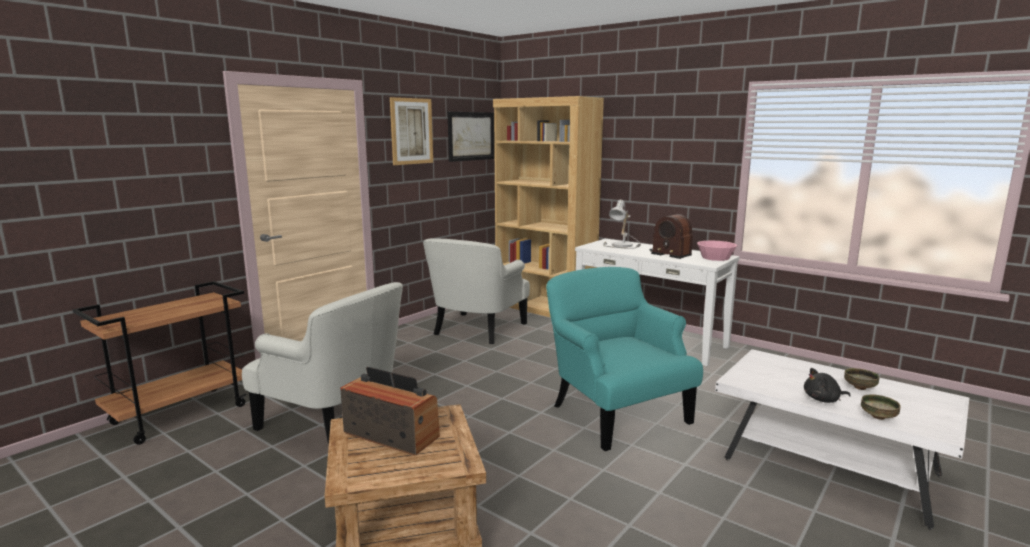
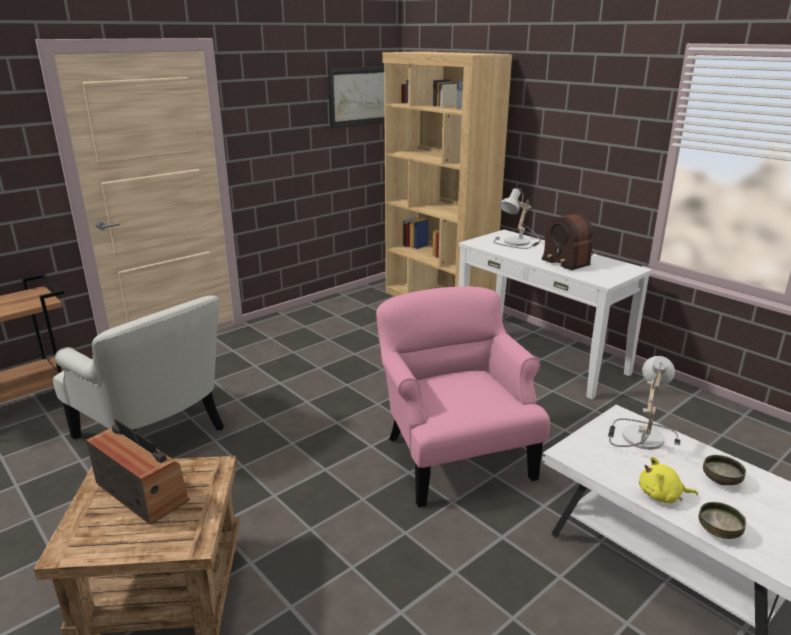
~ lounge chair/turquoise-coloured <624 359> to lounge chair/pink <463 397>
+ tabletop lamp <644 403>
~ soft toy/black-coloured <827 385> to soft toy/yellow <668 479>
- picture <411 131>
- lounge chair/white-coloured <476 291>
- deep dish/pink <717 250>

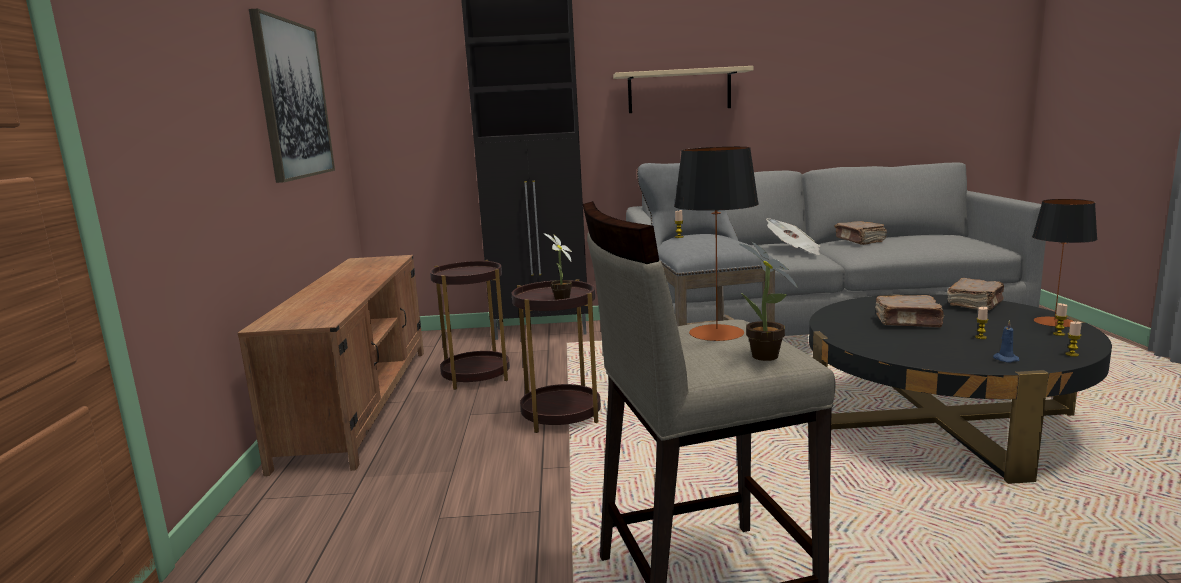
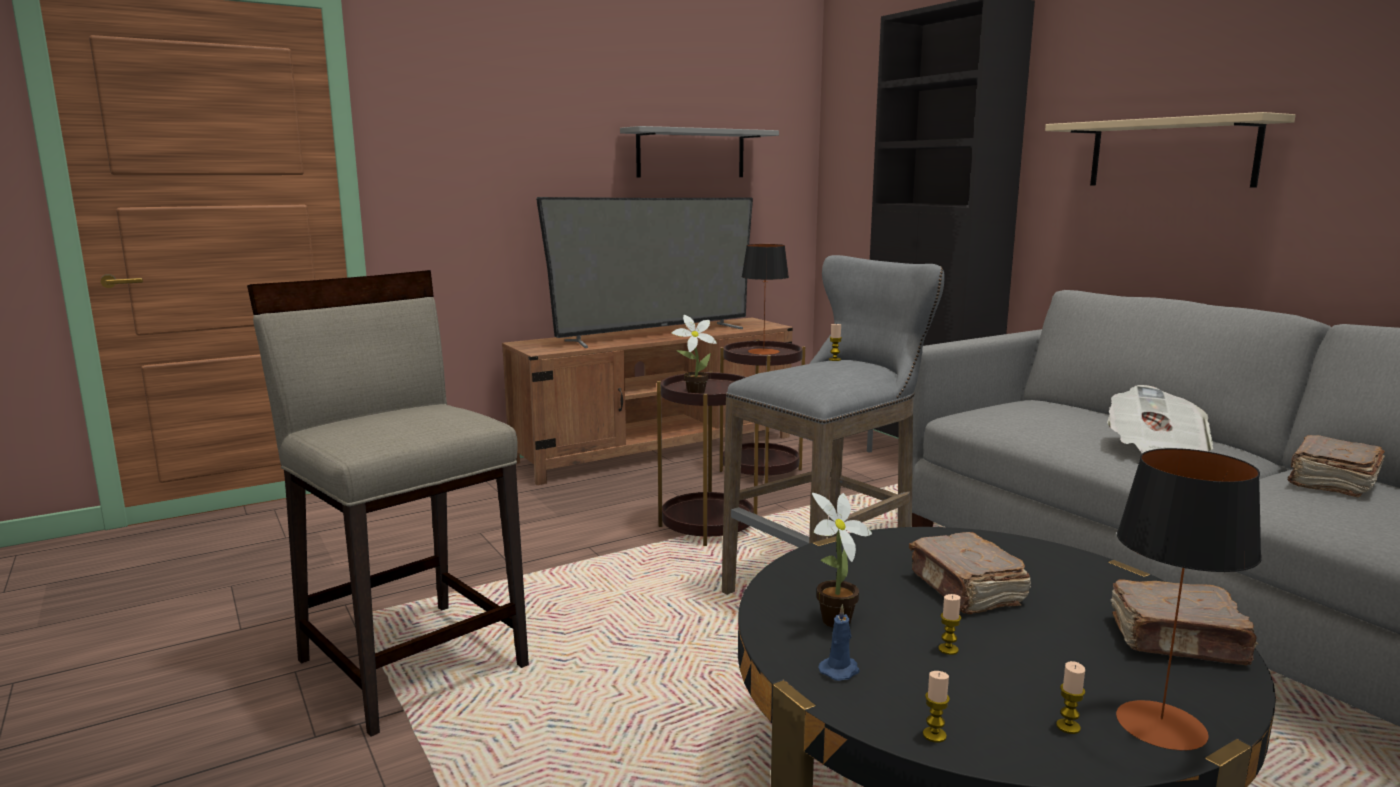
+ television <644 272>
~ picture <292 96> to bracket shelf/greyish <699 152>
~ tabletop lamp <716 243> to <765 299>
~ potted plant <768 301> to <842 560>

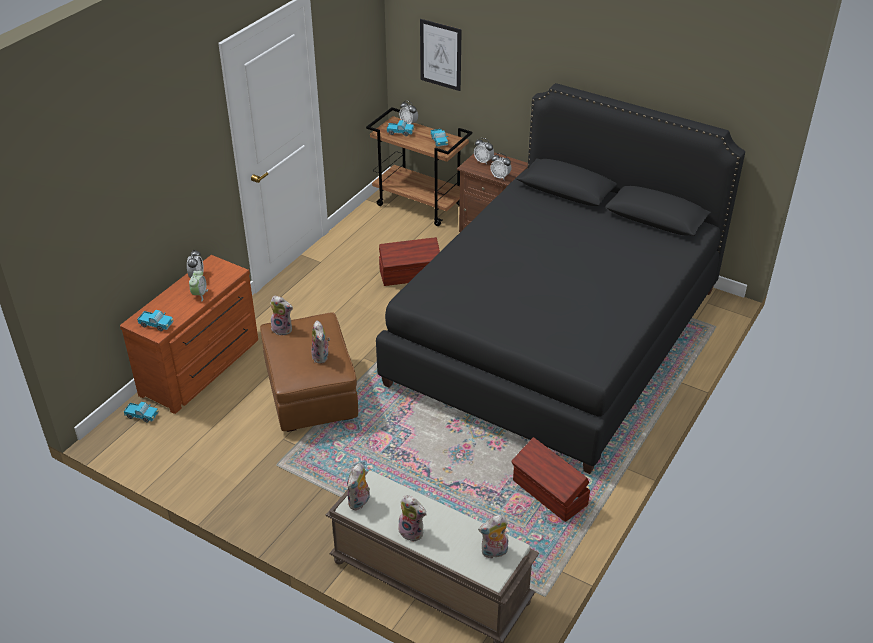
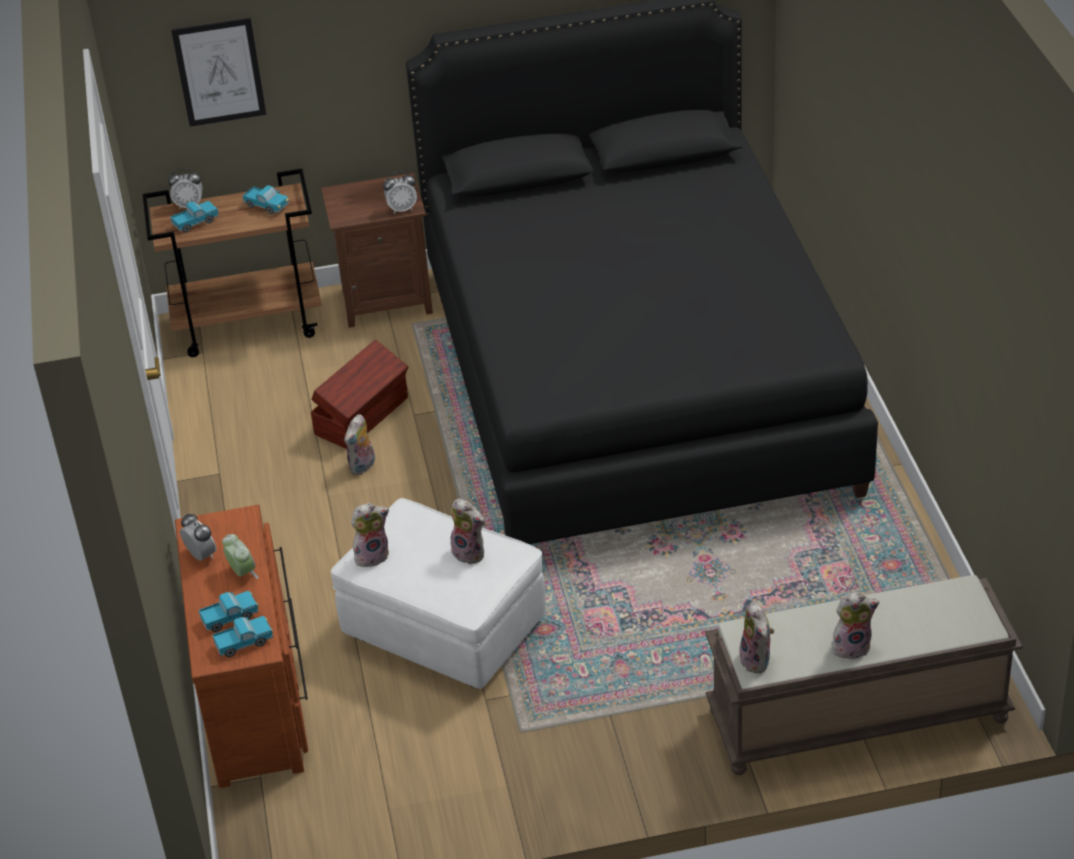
~ toy lorry <141 412> to <229 611>
~ pouffe/brown-coloured <309 372> to pouffe/white-coloured <438 593>
~ soft toy <493 537> to <359 444>
- bedside clock <484 151>
- storage container/brown-coloured <550 479>

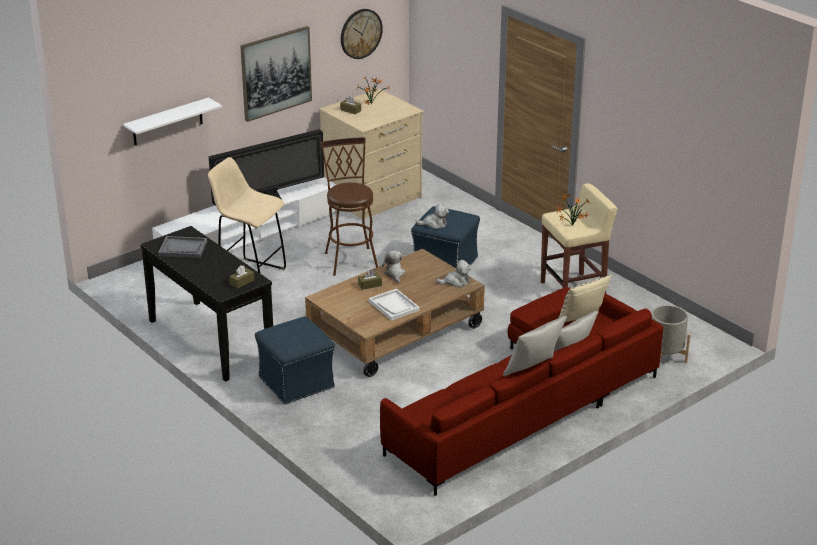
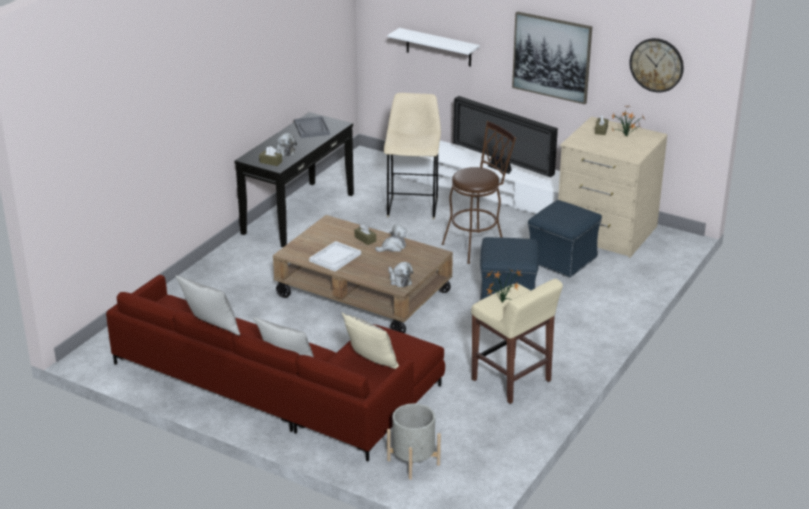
~ soft toy <432 216> to <286 144>
~ pouffe/blue-coloured <295 360> to <565 239>

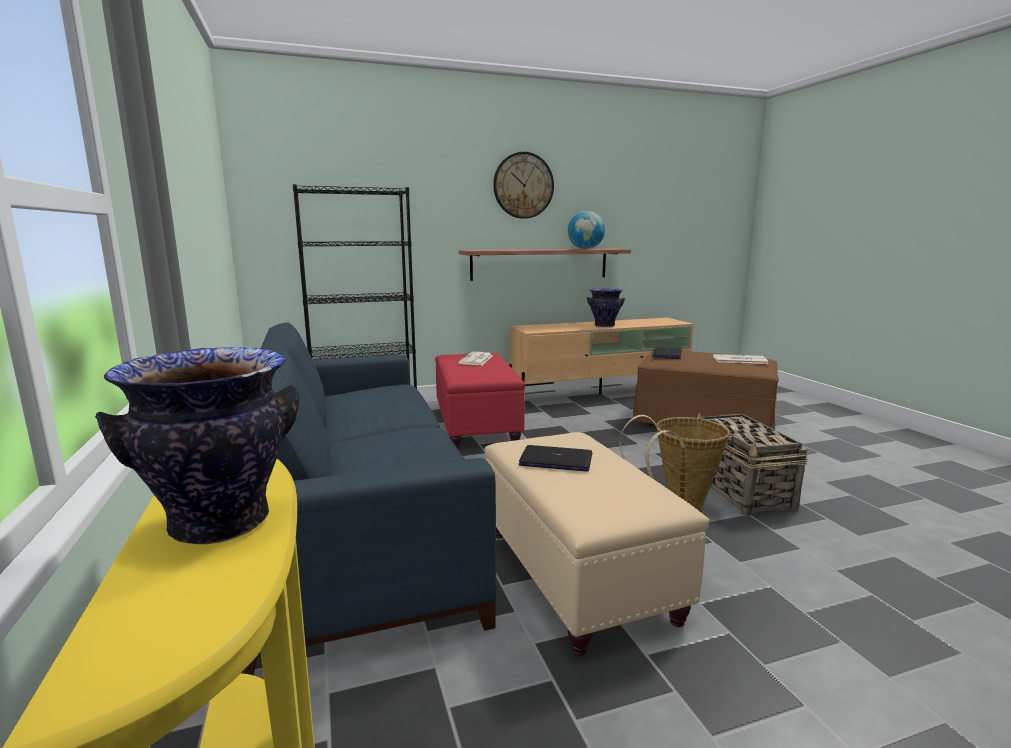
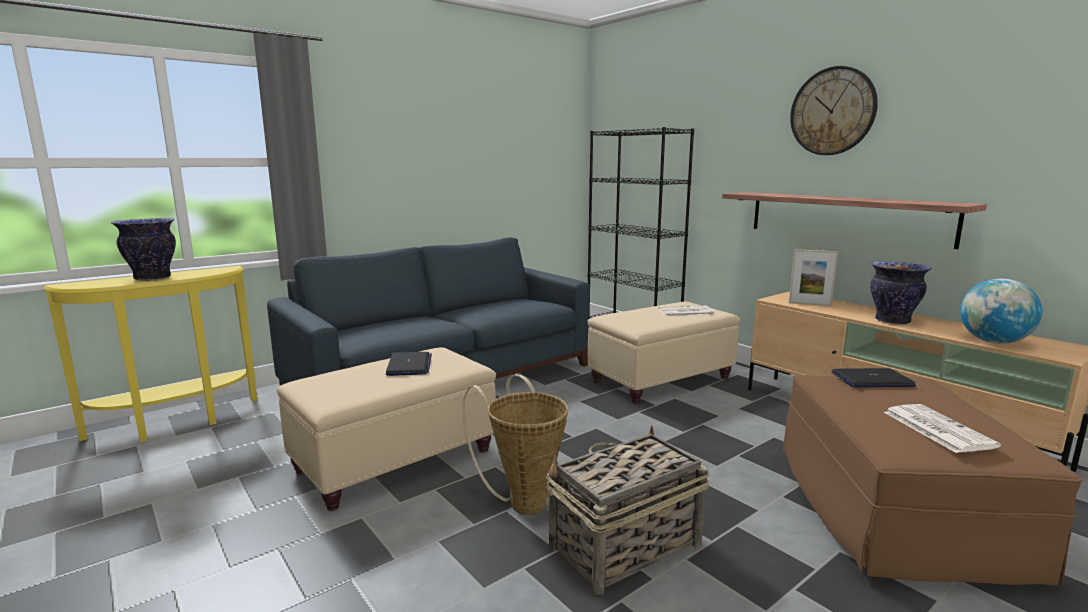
~ pouffe/red <480 401> to pouffe/beige-coloured <664 353>
+ photo frame <813 277>
~ desk globe <586 230> to <1001 311>

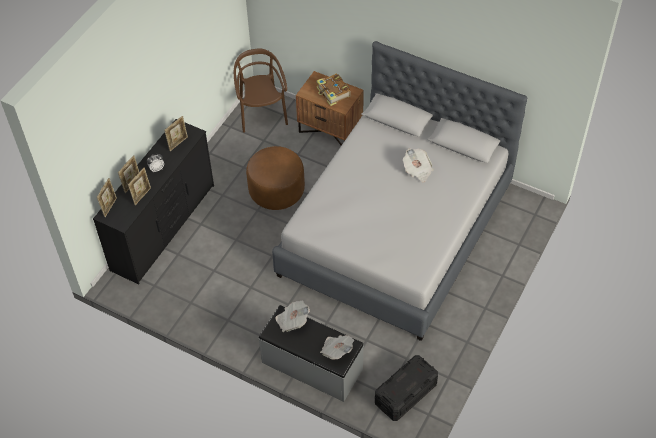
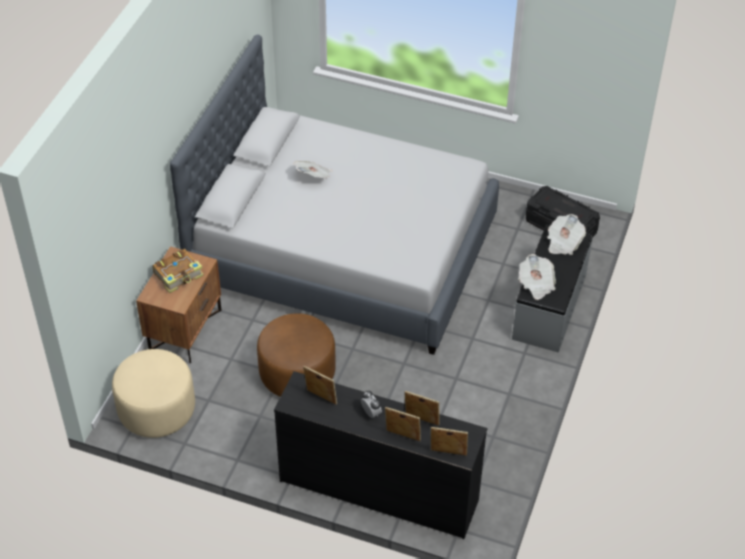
~ upright chair/brown-coloured <261 91> to pouffe/beige-coloured <153 393>

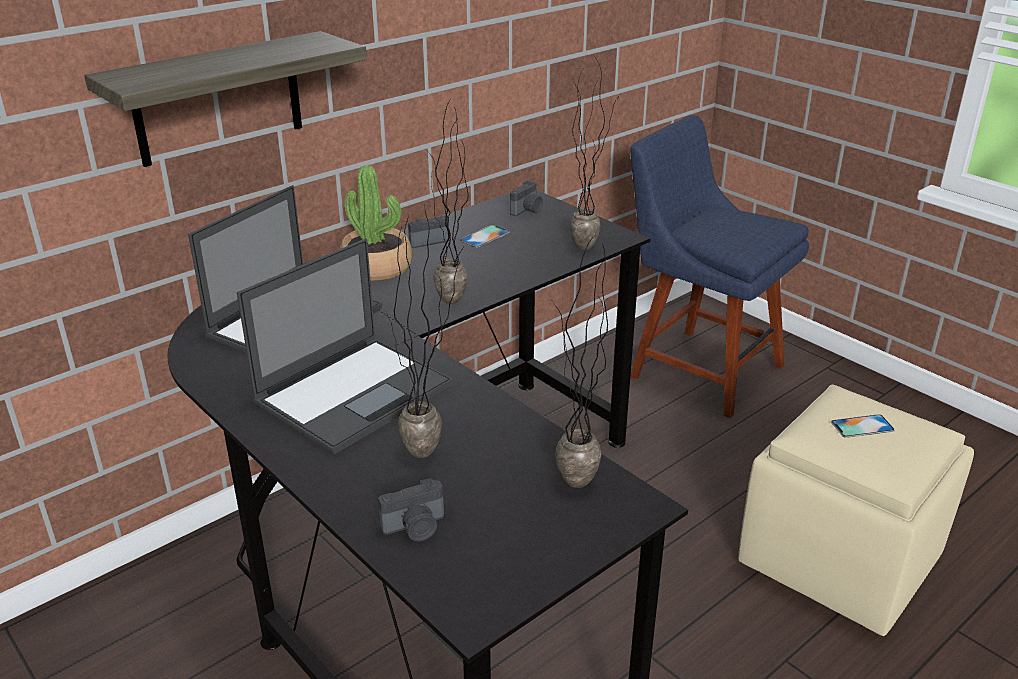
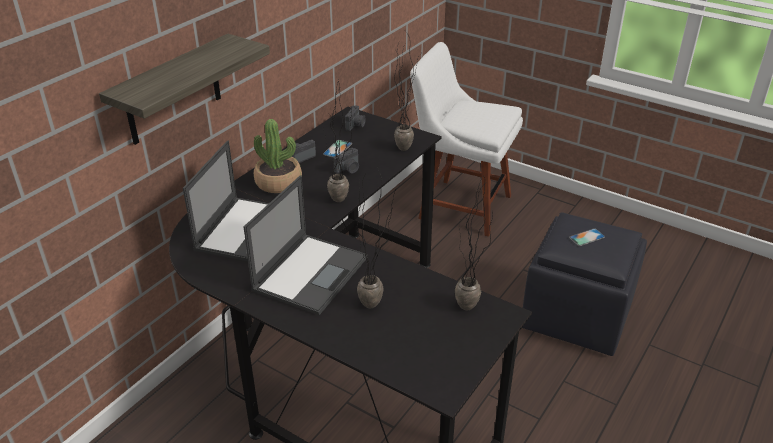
~ still camera <411 509> to <346 161>
~ upright chair/blue-coloured <719 266> to upright chair/white-coloured <466 139>
~ pouffe/beige-coloured <856 510> to pouffe/black-coloured <584 284>

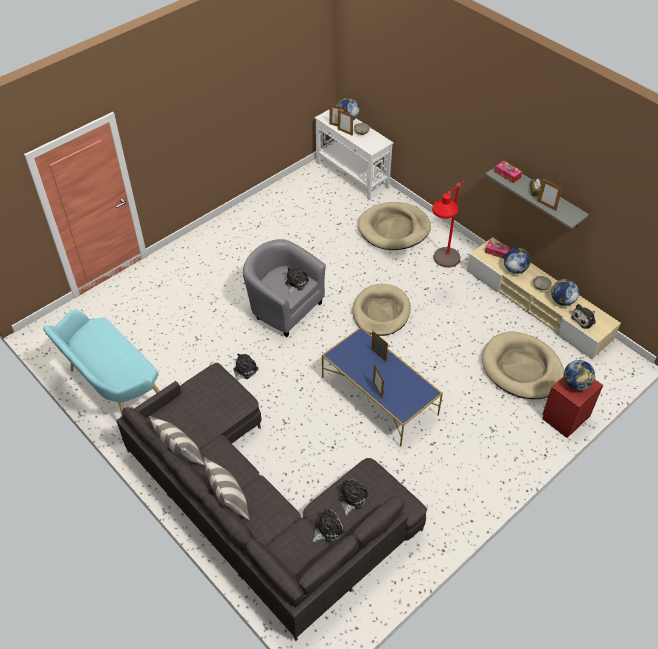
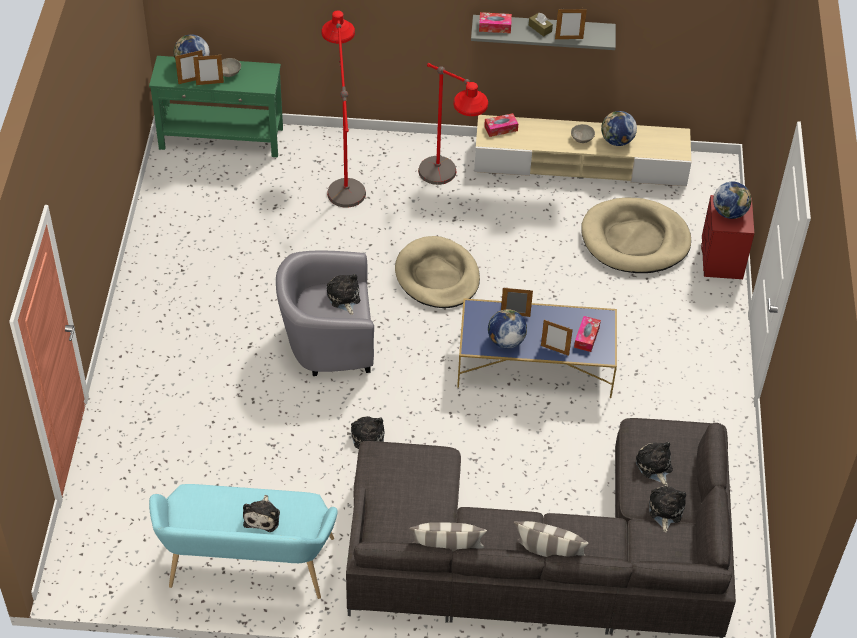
~ narrow table/white-coloured <354 154> to narrow table/greenish <216 106>
~ soft toy <583 316> to <261 513>
~ pet bed/beige-coloured <394 226> to standing lamp/red <343 109>
~ desk globe <517 261> to <507 329>
+ tissue box <587 334>

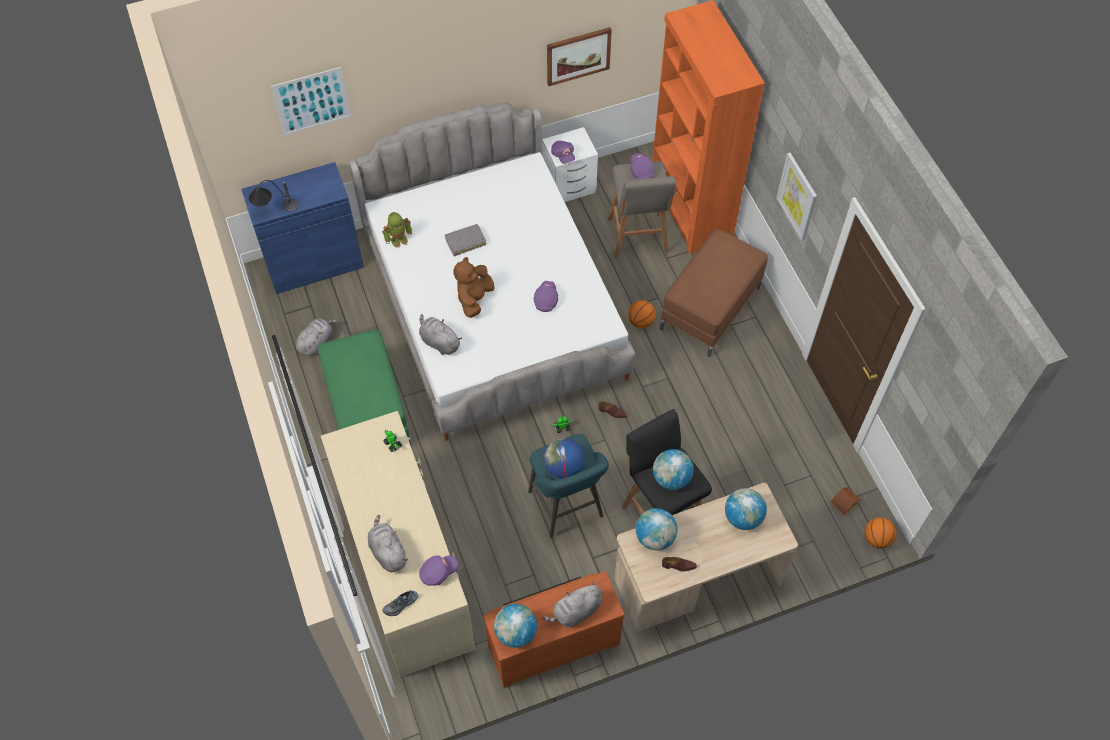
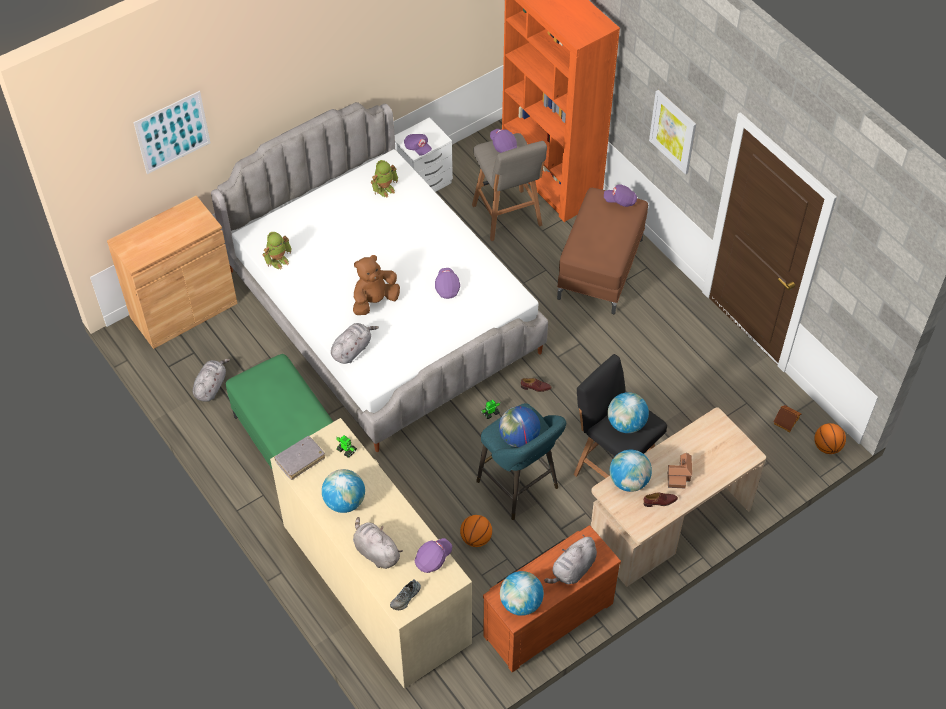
~ storage cabinet/blue-coloured <302 228> to storage cabinet/brown-coloured <172 272>
~ book/greyish <465 240> to <299 458>
~ desk globe <746 509> to <343 491>
~ soft toy/greyish <440 334> = <355 343> 105 degrees clockwise
~ soft toy/brown-coloured <473 287> = <376 285> 45 degrees clockwise
+ robot figure <384 178>
~ basketball ball <642 314> to <476 531>
+ baseball cap/purplish <620 195>
+ toy house <680 470>
- tabletop lamp <274 196>
- picture <579 56>

